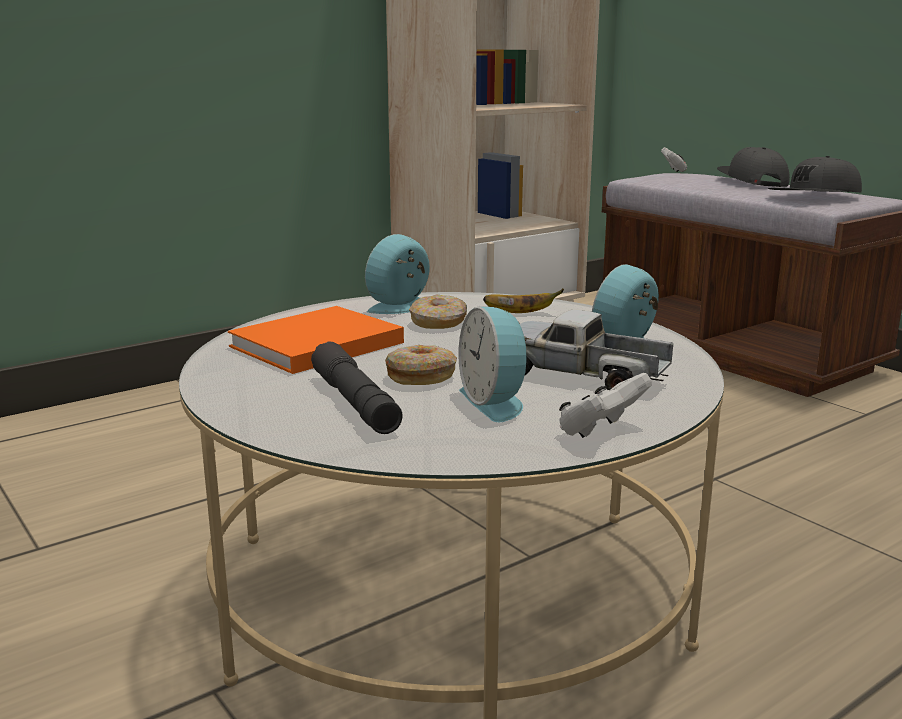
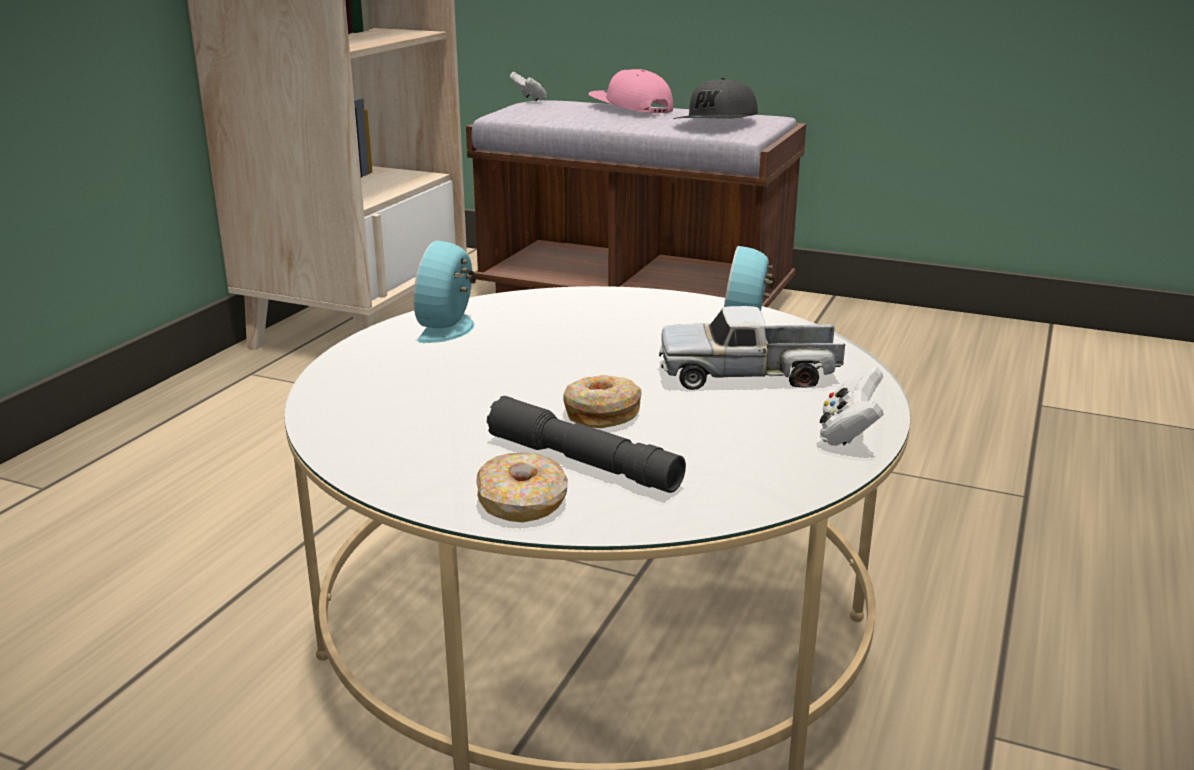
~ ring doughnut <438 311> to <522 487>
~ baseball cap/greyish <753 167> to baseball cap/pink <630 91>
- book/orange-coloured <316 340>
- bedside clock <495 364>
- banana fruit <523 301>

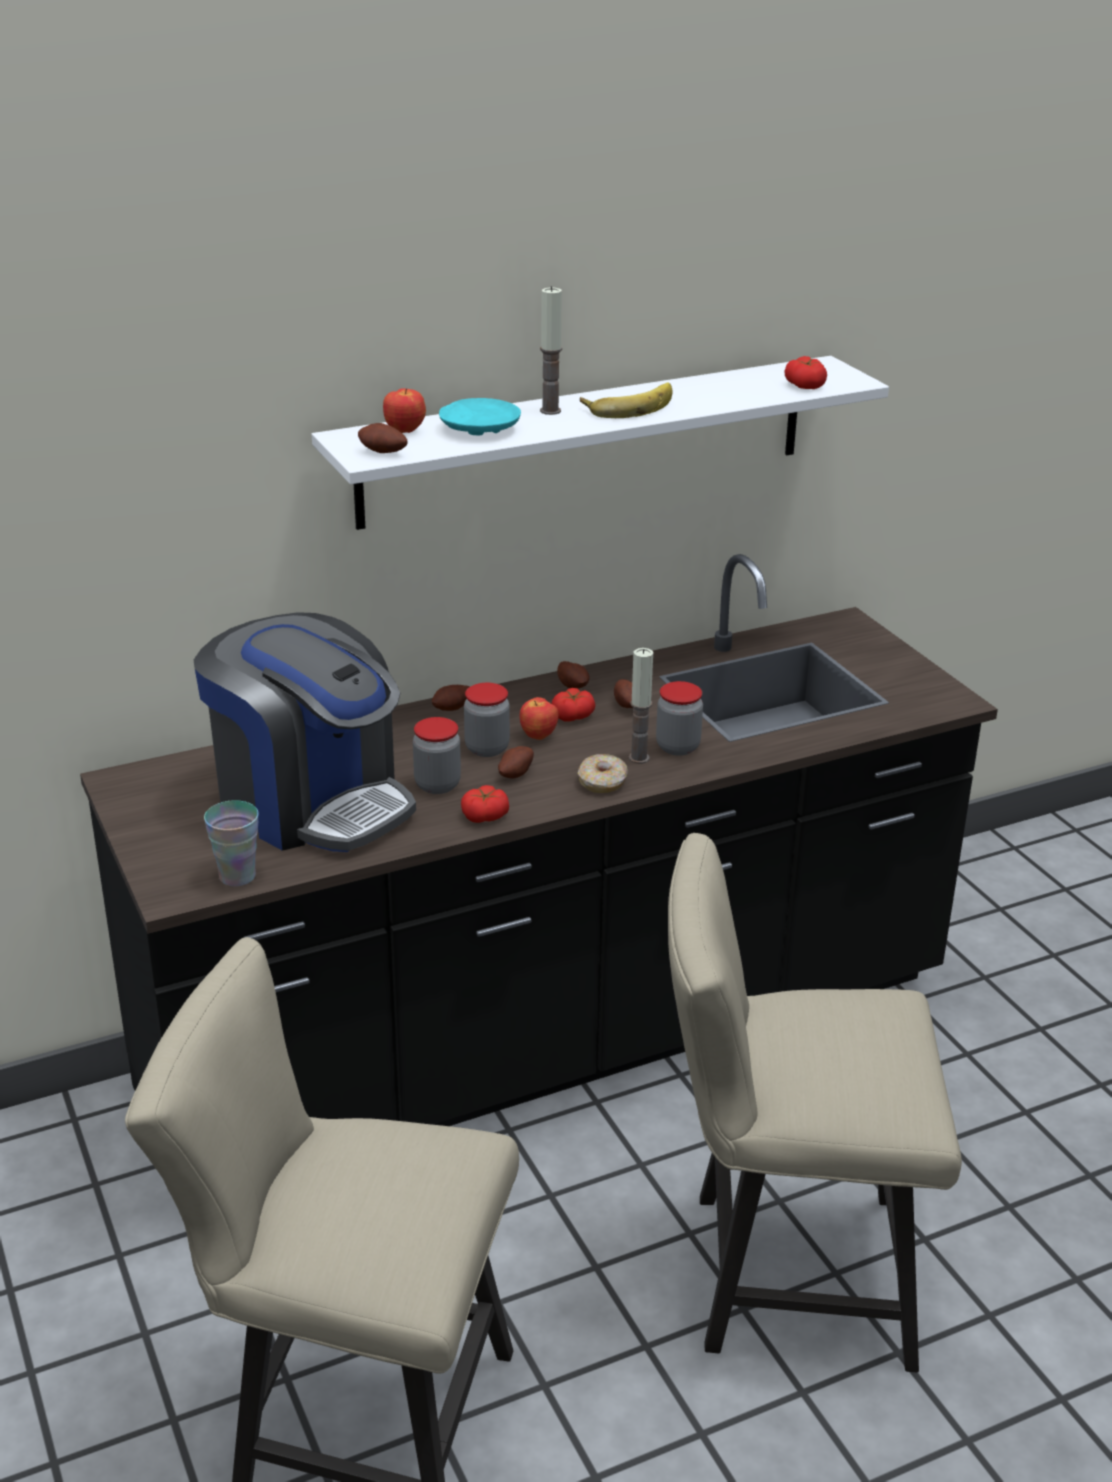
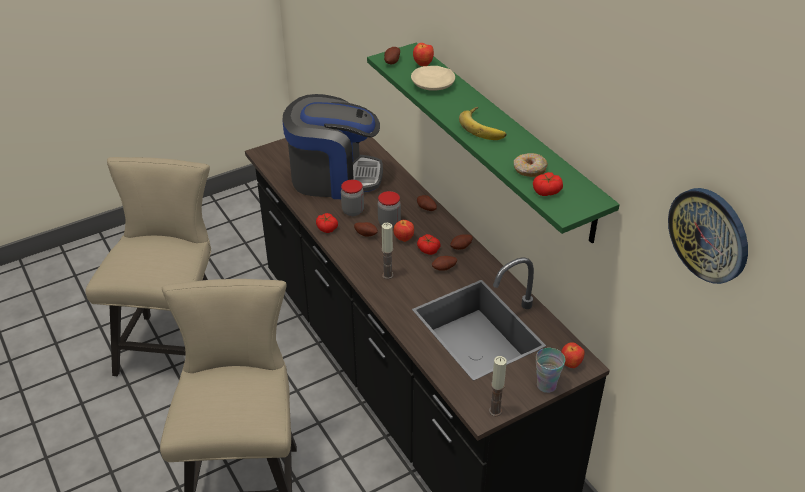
~ coffee machine <305 732> = <332 146> 120 degrees counterclockwise
~ bracket shelf/white-coloured <600 443> to bracket shelf/greenish <493 143>
~ dinner plate/turquoise-coloured <480 417> to dinner plate/beige-coloured <433 78>
~ wax light <551 350> to <498 386>
~ ring doughnut <602 773> to <531 165>
~ cup <231 843> to <550 370>
+ apple <573 355>
+ hanging clock <708 236>
- preserve jar <679 718>

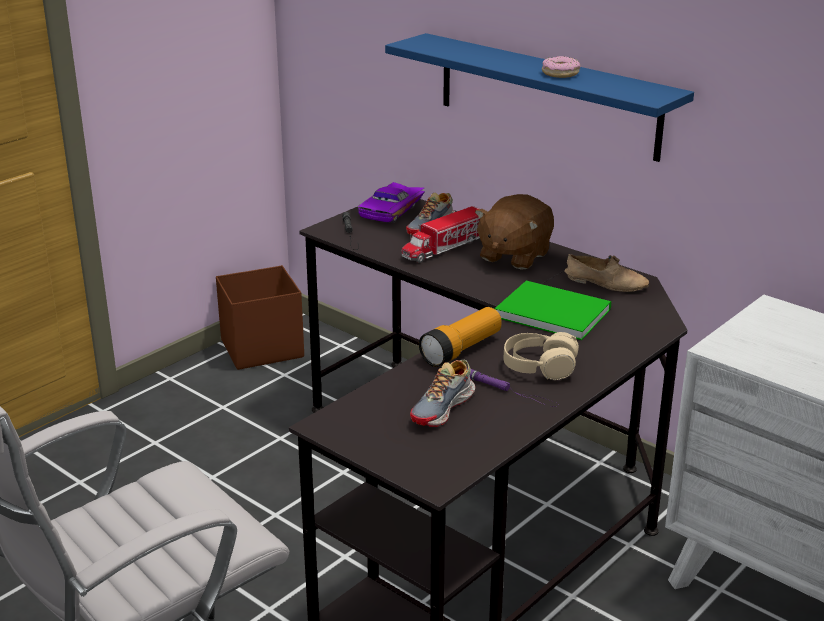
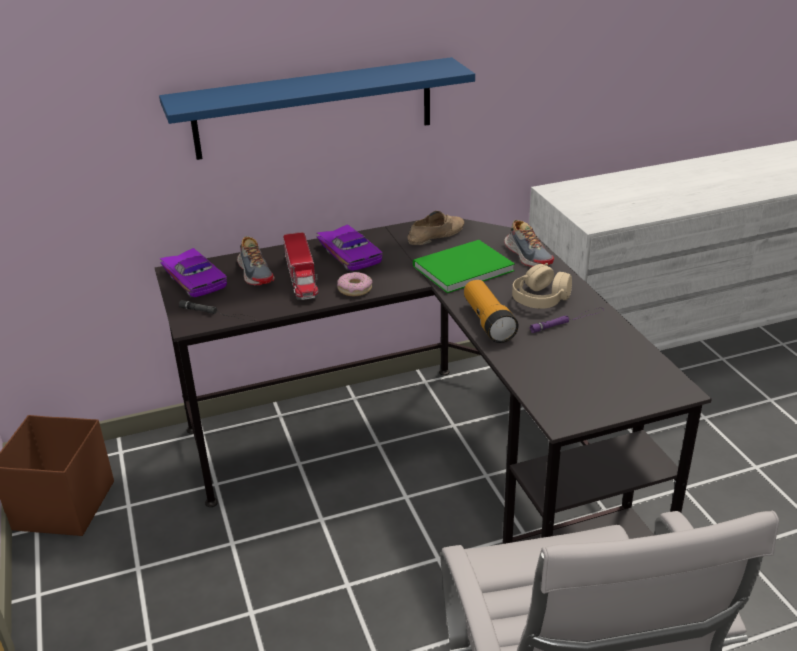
~ soft toy/brown-coloured <514 232> to model car/purplish <349 247>
~ ring doughnut <561 67> to <355 284>
~ item of footwear <442 393> to <529 243>

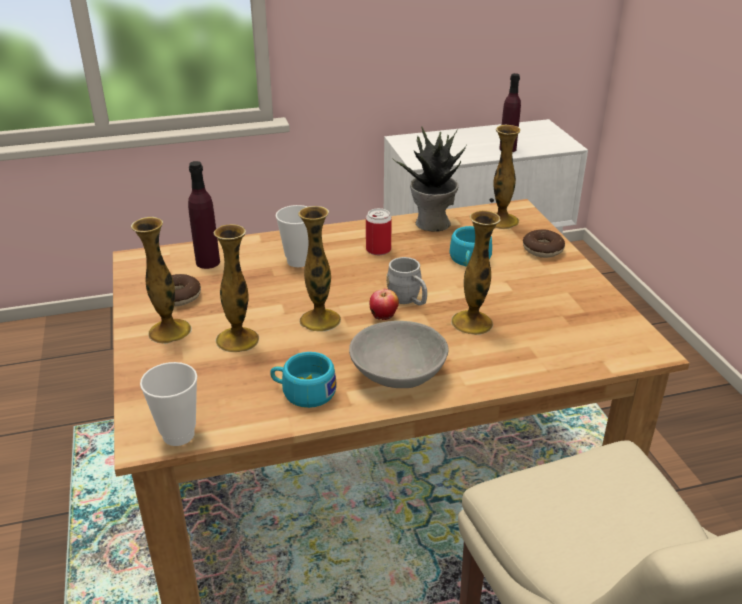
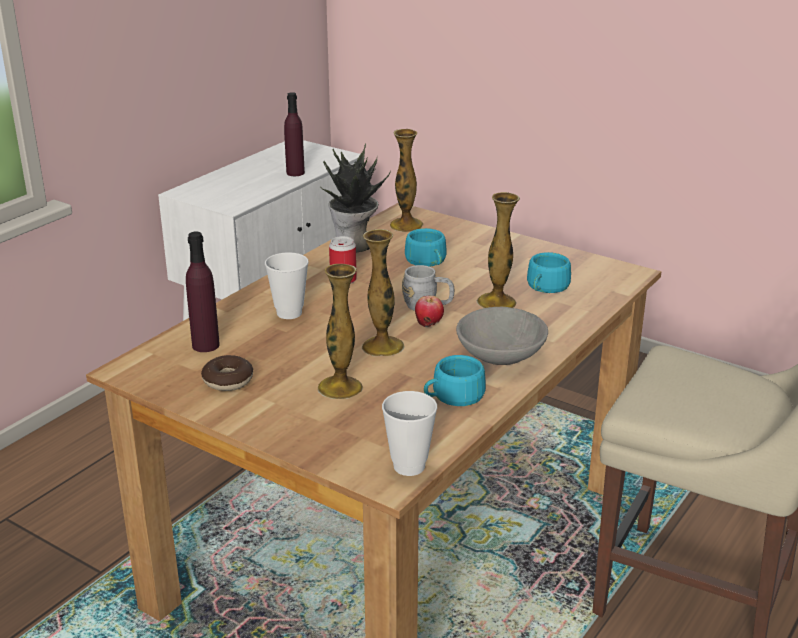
+ cup/turquoise-coloured <549 272>
- vase <161 280>
- ring doughnut <544 243>

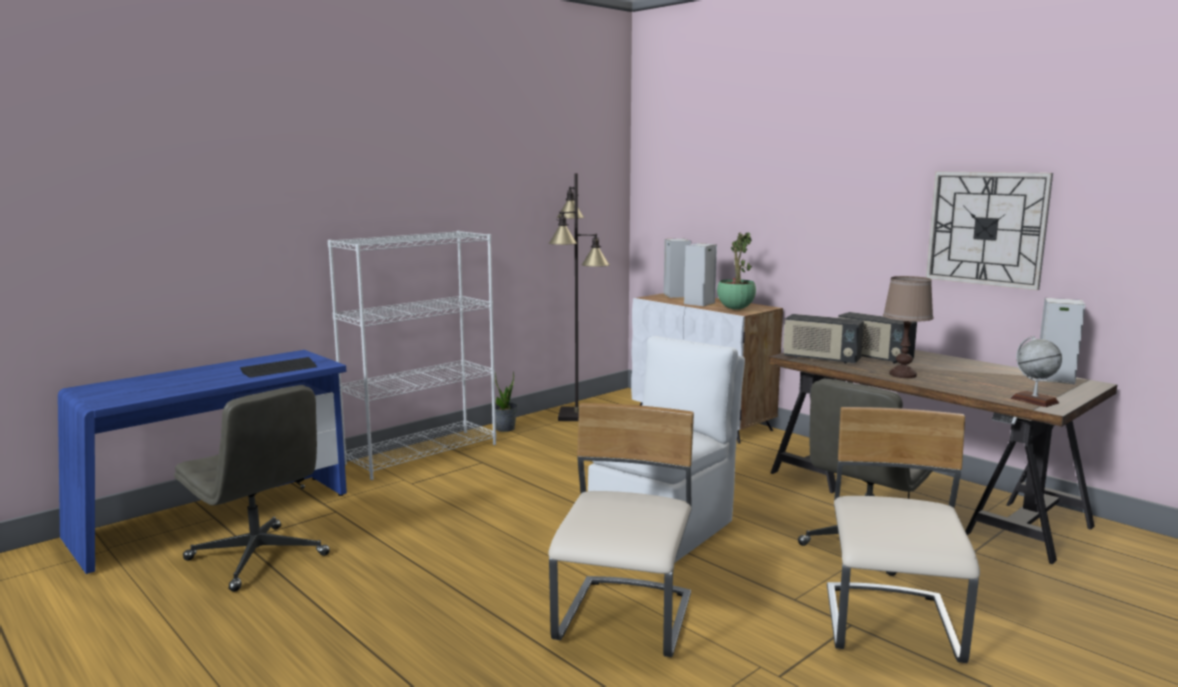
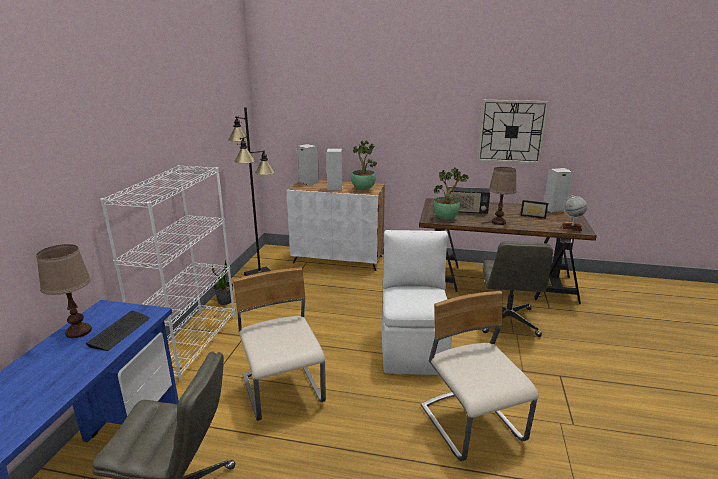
+ tabletop lamp/brown-coloured <64 291>
~ upright chair/beige-coloured <903 535> to <279 344>
~ radio set <823 339> to potted plant <451 193>
+ photo frame <534 209>

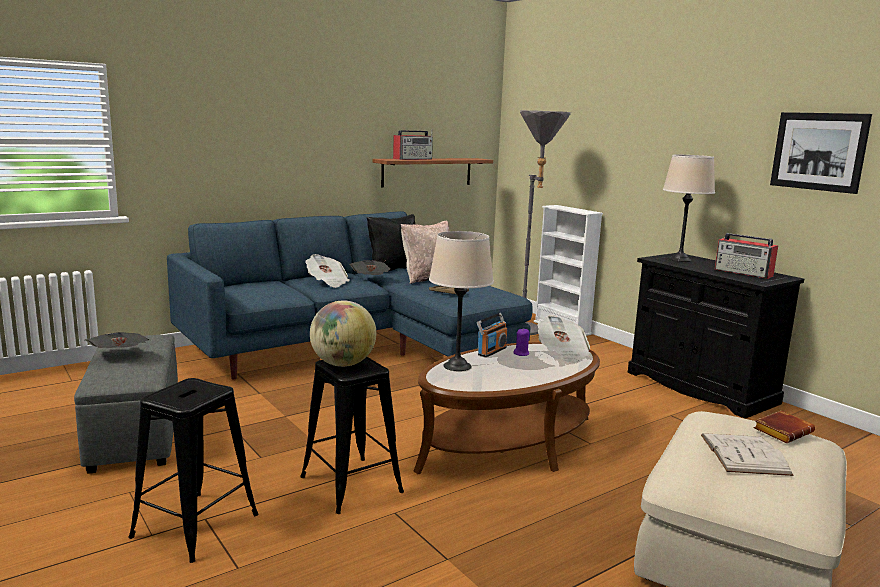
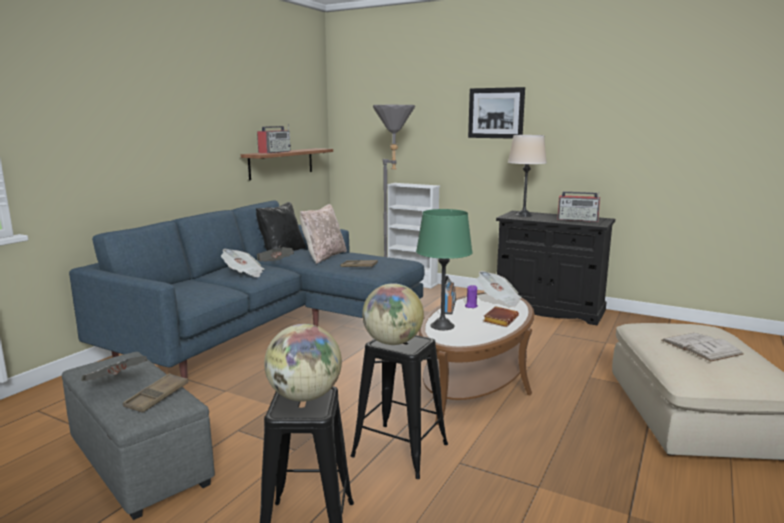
+ carrying tray/brown-coloured <155 393>
+ desk globe <303 363>
~ tabletop lamp/beige-coloured <461 301> to tabletop lamp/greenish <444 269>
~ picture <821 153> to <496 113>
~ book/brown-coloured <784 427> to <501 316>

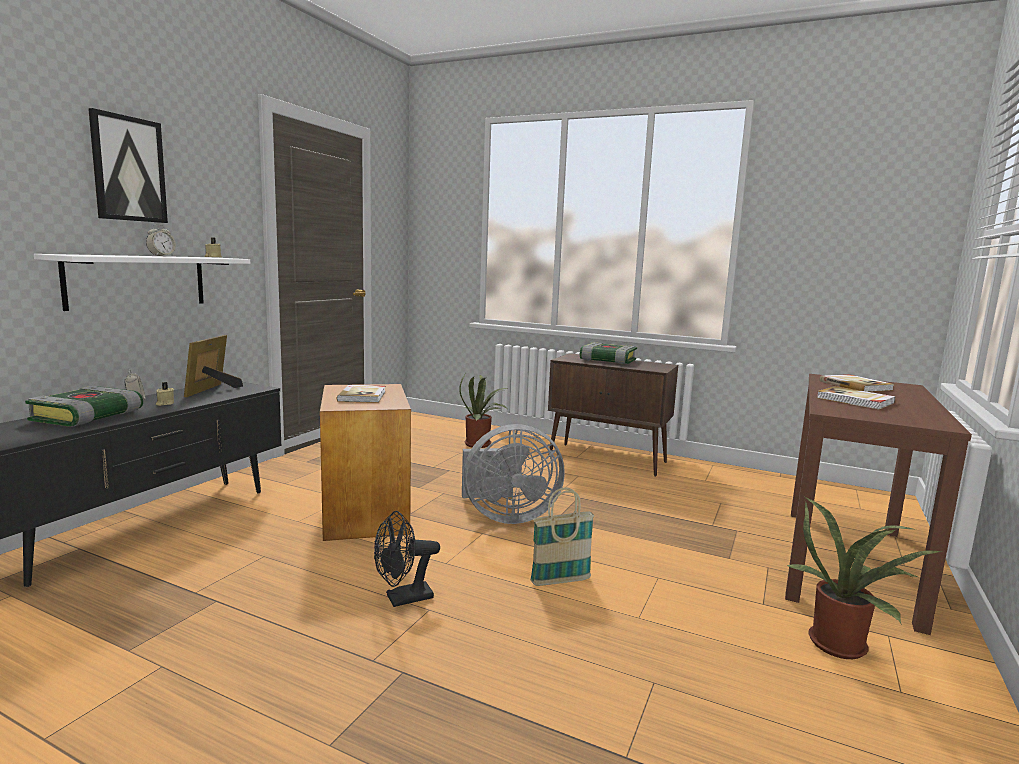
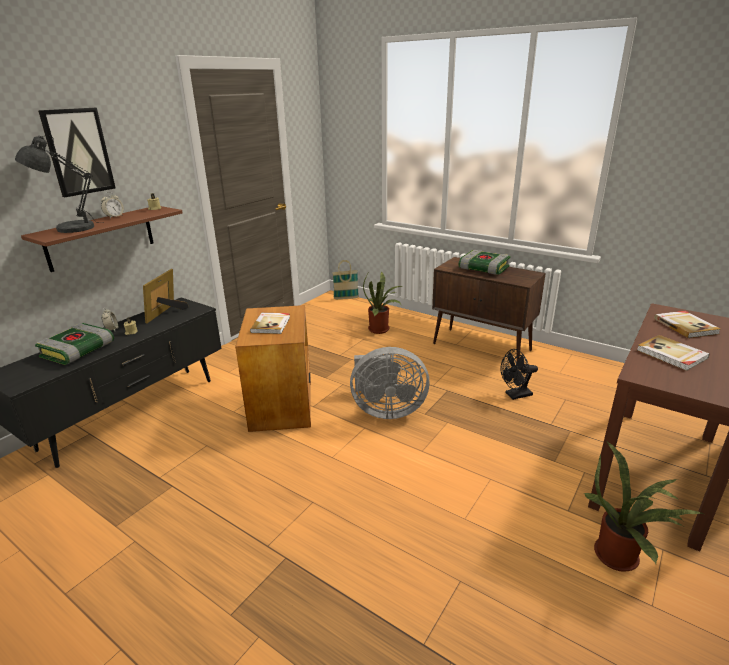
+ tabletop lamp/greyish <59 184>
~ bracket shelf/white-coloured <142 282> to bracket shelf/brown-coloured <102 239>
~ basket <562 537> to <345 279>
~ fan/black-coloured <407 559> to <519 374>

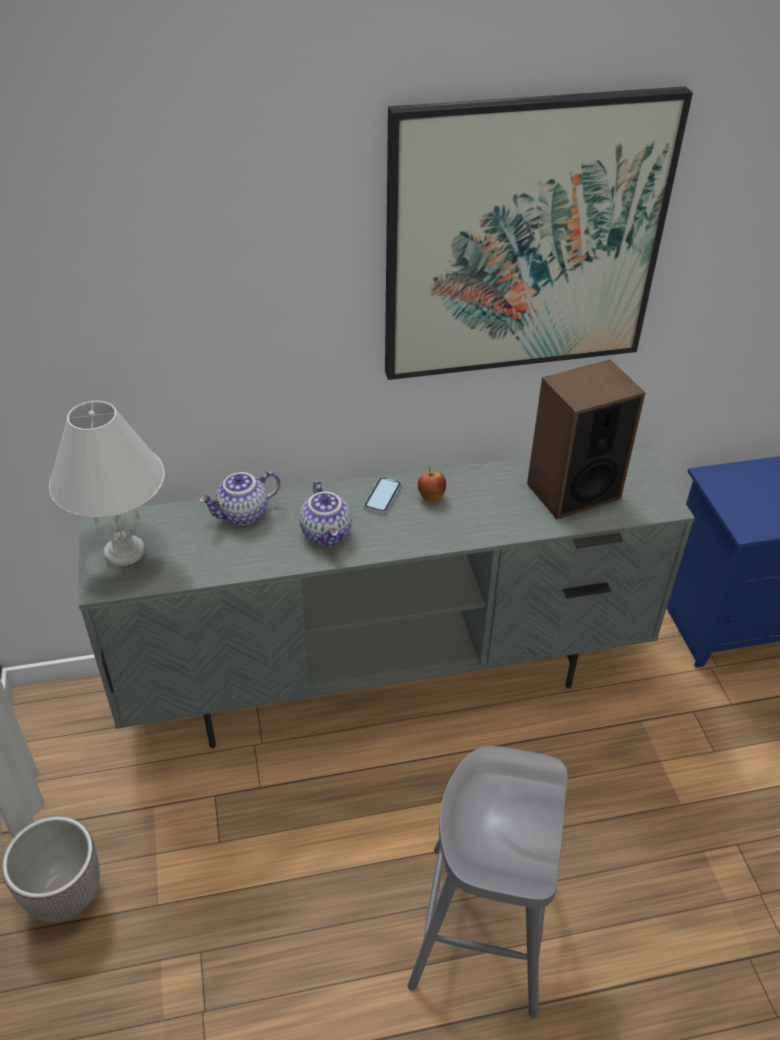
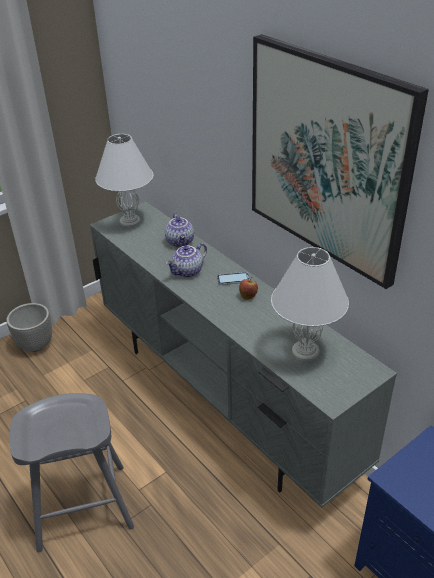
~ pot for tea <239 498> = <179 230> 135 degrees counterclockwise
~ speaker <586 439> to tabletop lamp/white-coloured <310 304>

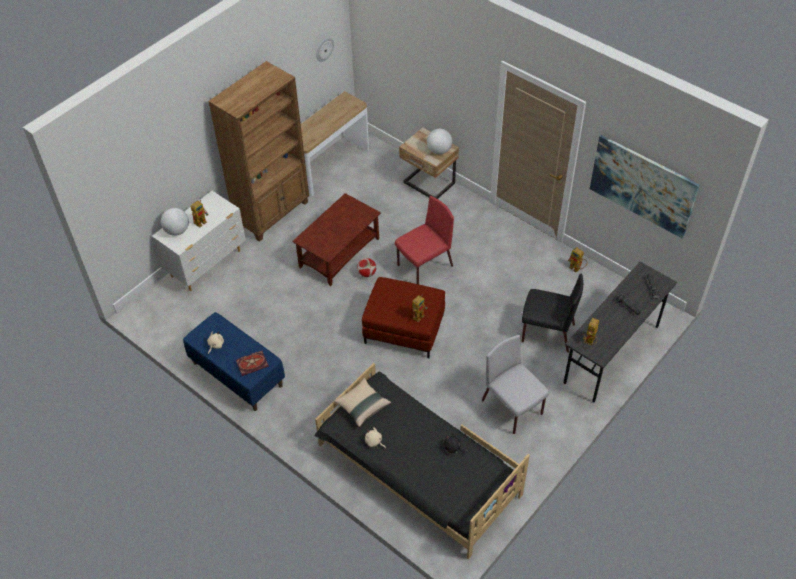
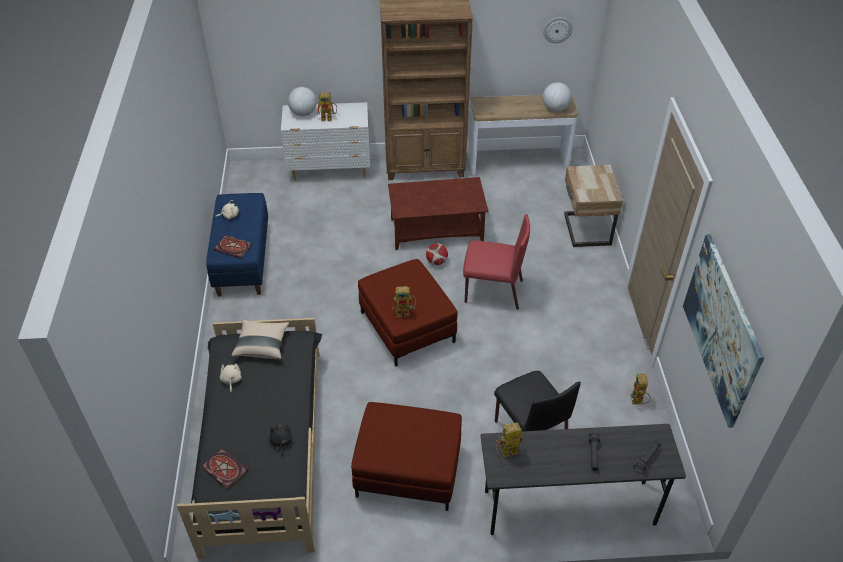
+ book <225 468>
~ upright chair/greyish <515 384> to pouffe/red <406 456>
~ desk globe <439 141> to <557 97>

